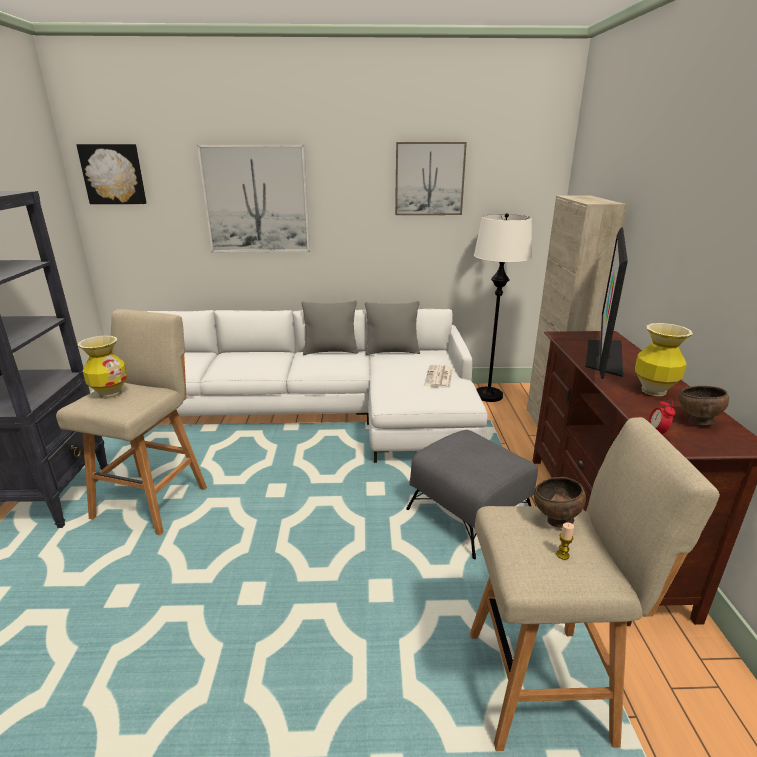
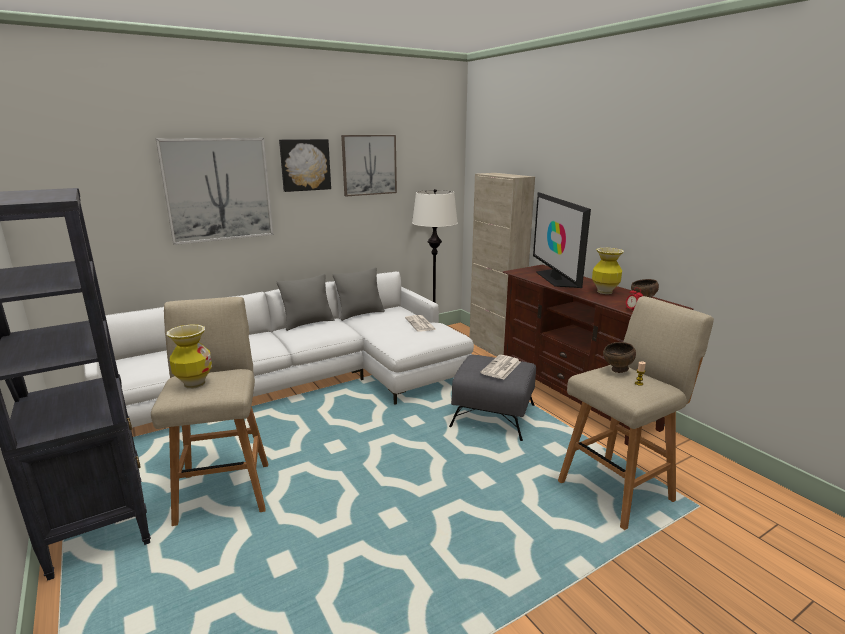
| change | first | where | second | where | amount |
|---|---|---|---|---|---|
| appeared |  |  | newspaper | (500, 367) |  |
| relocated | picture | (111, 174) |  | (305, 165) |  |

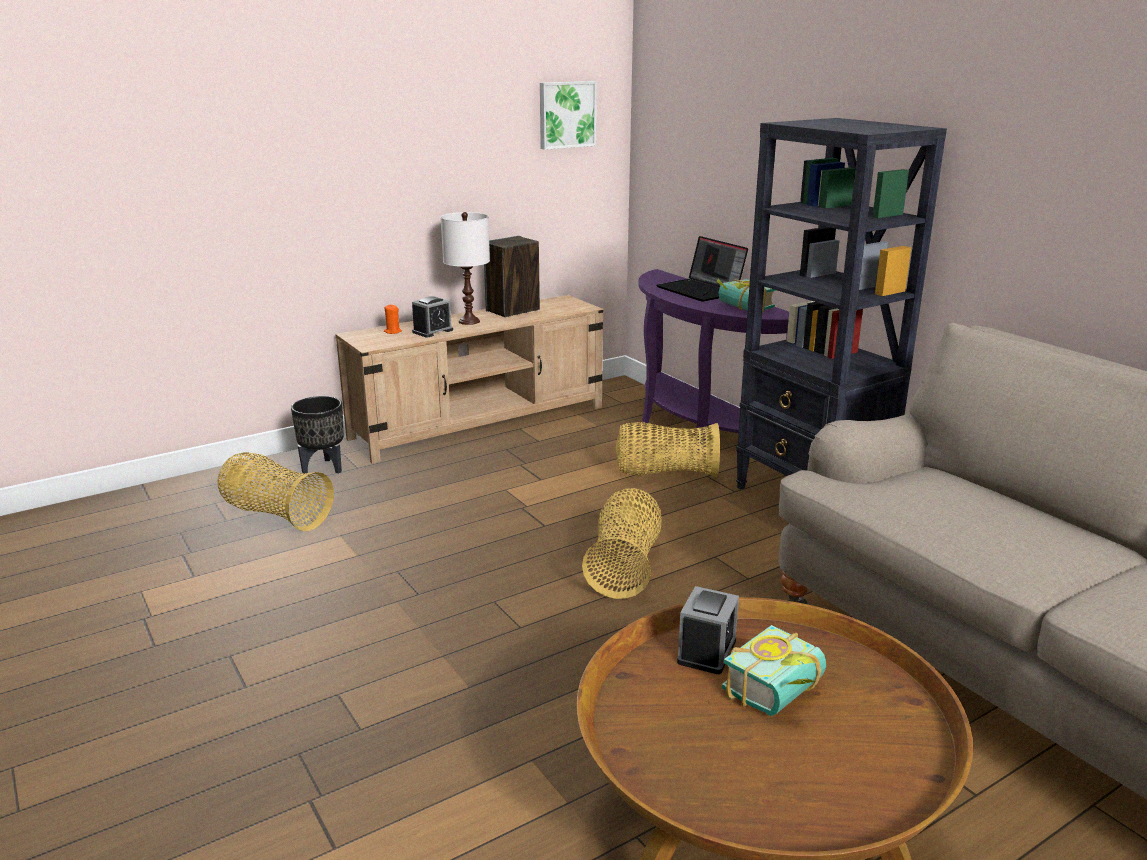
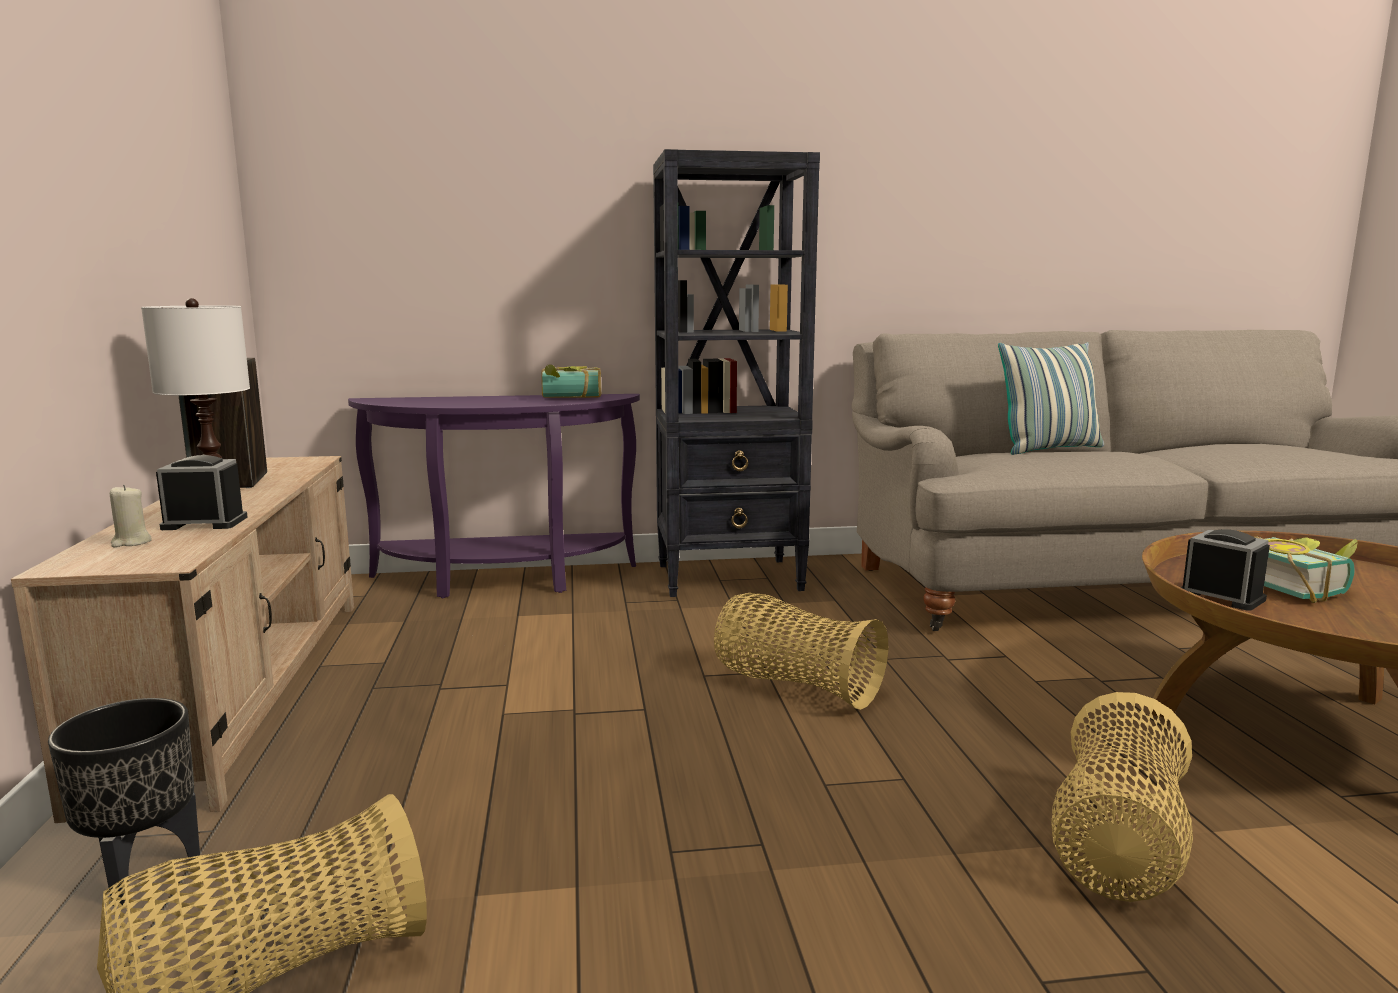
| change | first | where | second | where | amount |
|---|---|---|---|---|---|
| missing | picture | (568, 115) |  |  |  |
| missing | laptop | (702, 269) |  |  |  |
| appeared |  |  | pillow | (1051, 398) |  |
| relocated | basket | (667, 449) |  | (1122, 797) |  |
| colour | orange candle | (393, 319) | beige candle | (131, 516) |  |
| spun | alarm clock | (432, 316) |  | (202, 492) | 75 degrees counterclockwise |

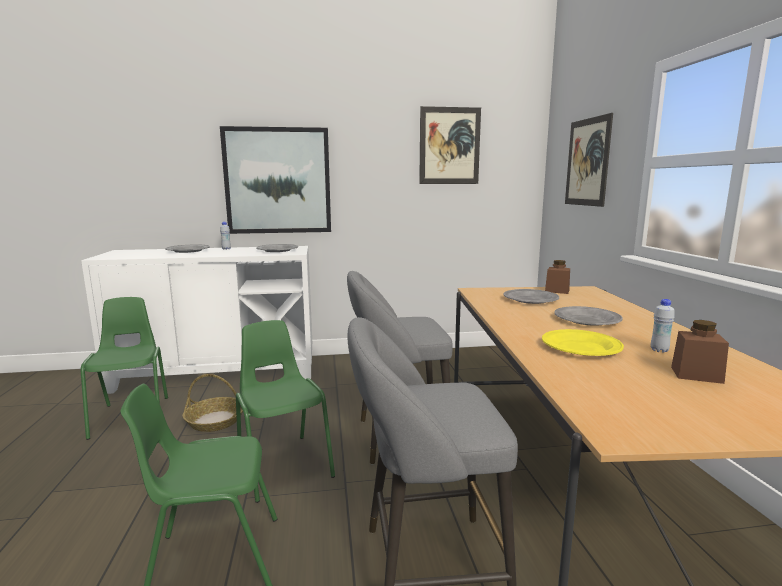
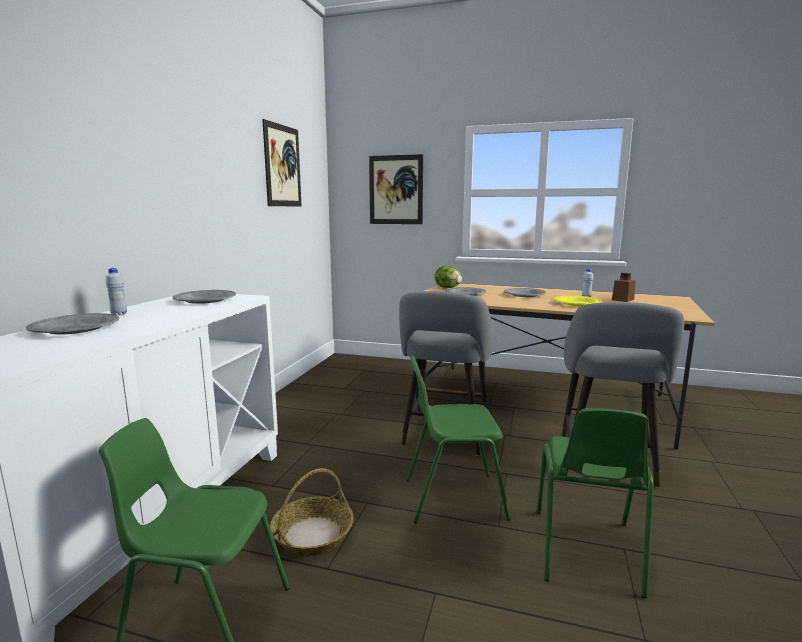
| change | first | where | second | where | amount |
|---|---|---|---|---|---|
| missing | picture | (275, 180) |  |  |  |
| exchanged | brown jar | (557, 277) | lettuce | (448, 277) |  |

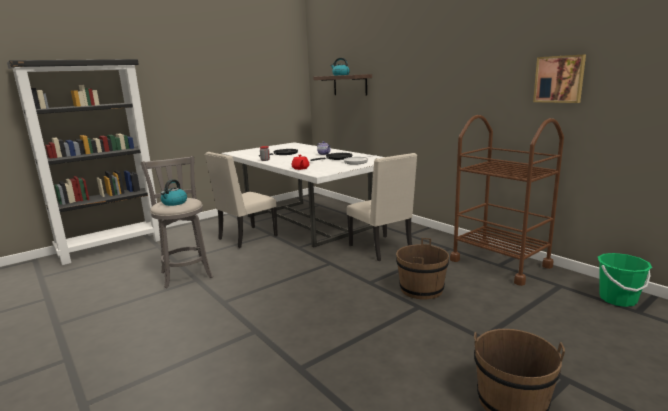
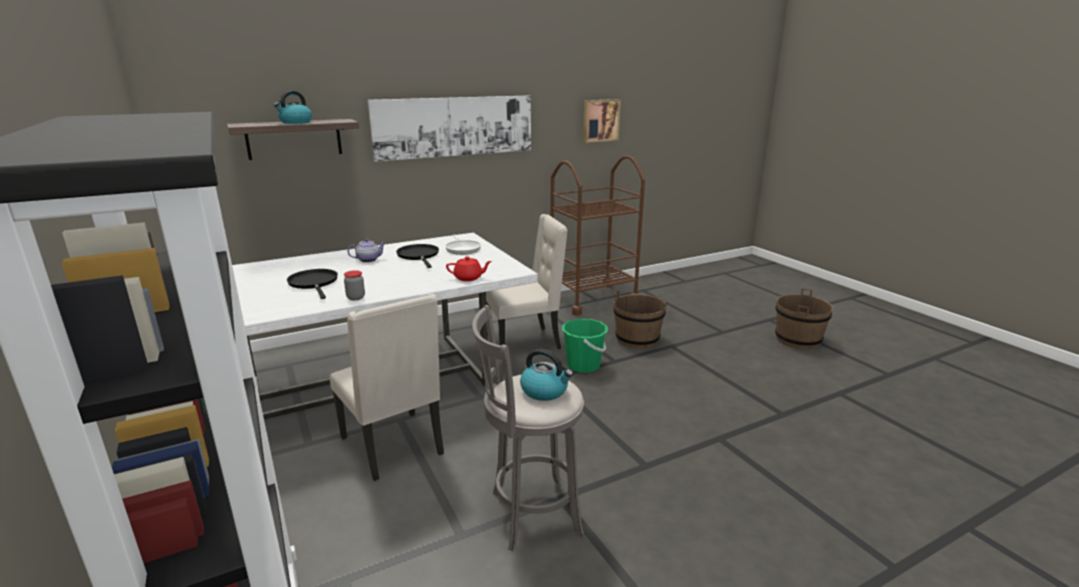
| change | first | where | second | where | amount |
|---|---|---|---|---|---|
| appeared |  |  | picture | (449, 129) |  |
| relocated | green bucket | (625, 280) |  | (585, 346) |  |

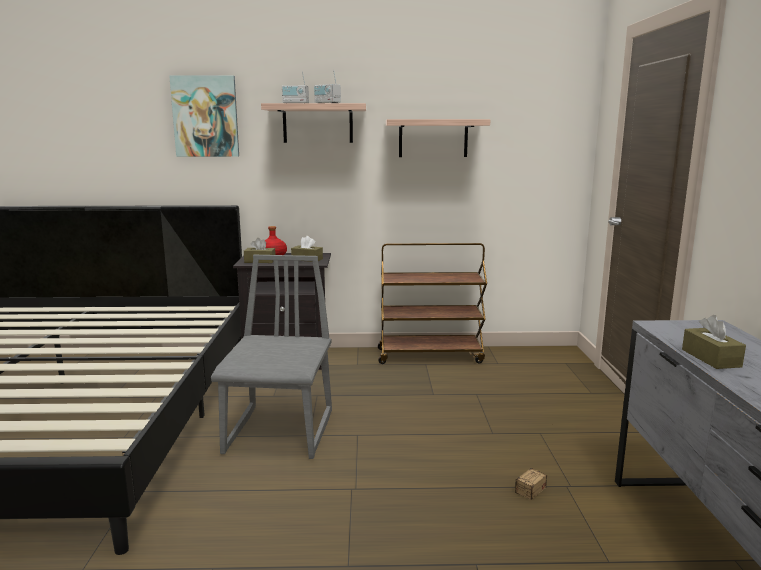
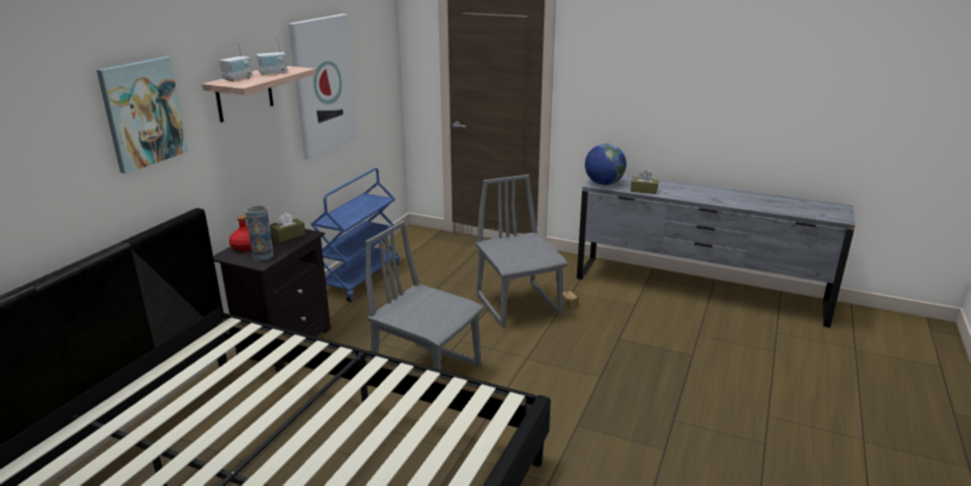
| change | first | where | second | where | amount |
|---|---|---|---|---|---|
| appeared |  |  | grey chair | (522, 251) |  |
| appeared |  |  | globe | (605, 164) |  |
| exchanged | brown tissue box | (259, 250) | vase | (259, 233) |  |
| exchanged | shelf | (438, 138) | picture | (323, 87) |  |
| colour | brown cart | (432, 303) | blue cart | (355, 235) |  |

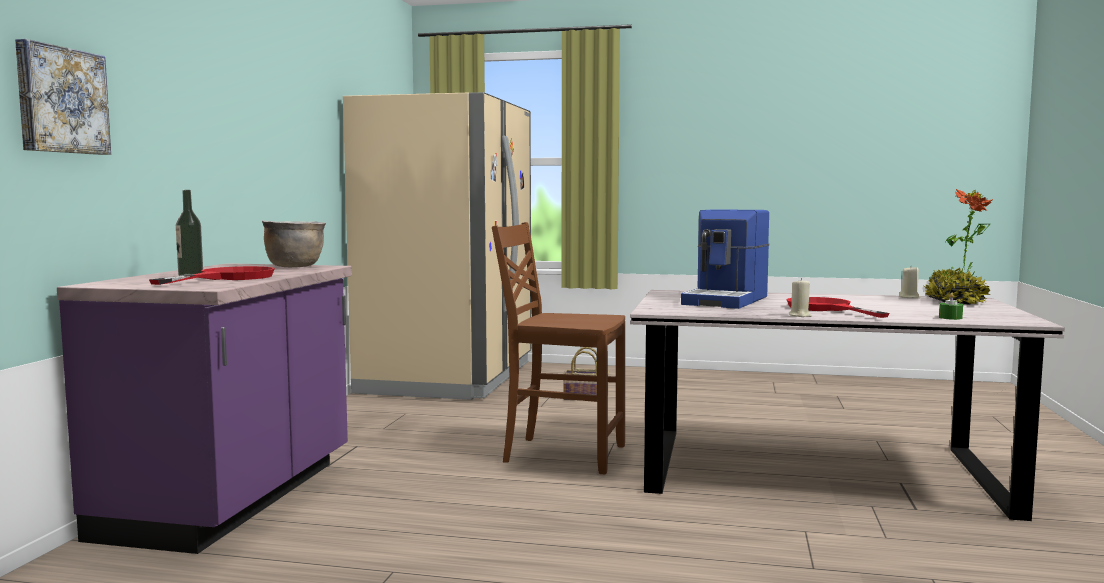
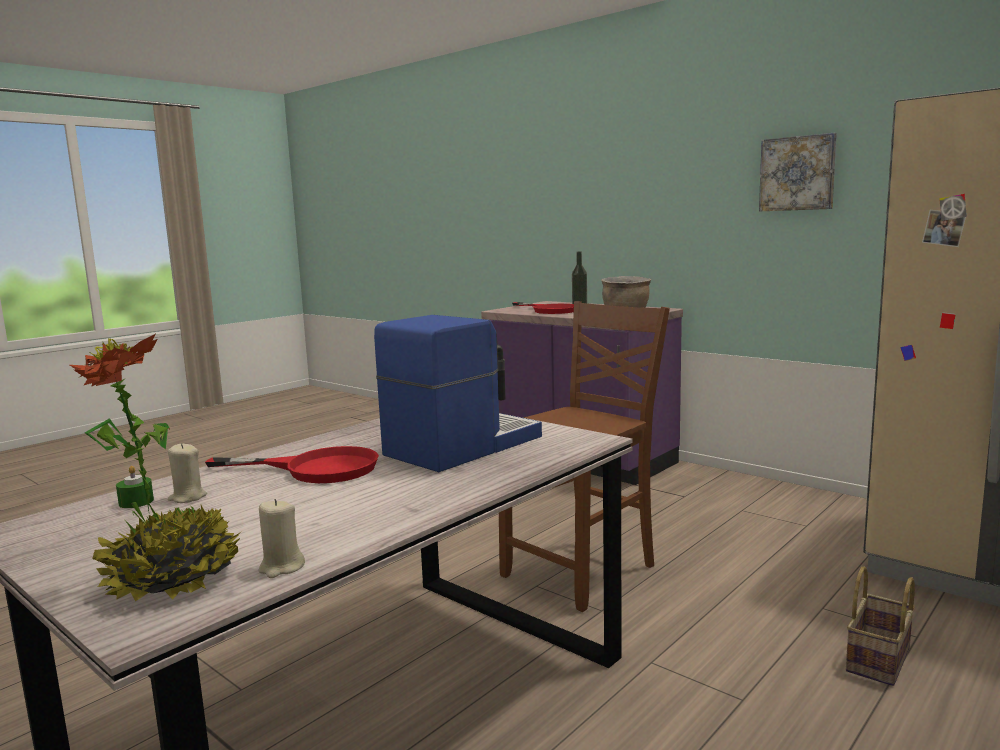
| change | first | where | second | where | amount |
|---|---|---|---|---|---|
| relocated | picture | (63, 97) |  | (798, 172) |  |
| relocated | beige candle | (800, 297) |  | (187, 473) |  |
| spun | coffee machine | (725, 259) |  | (458, 393) | 75 degrees clockwise |

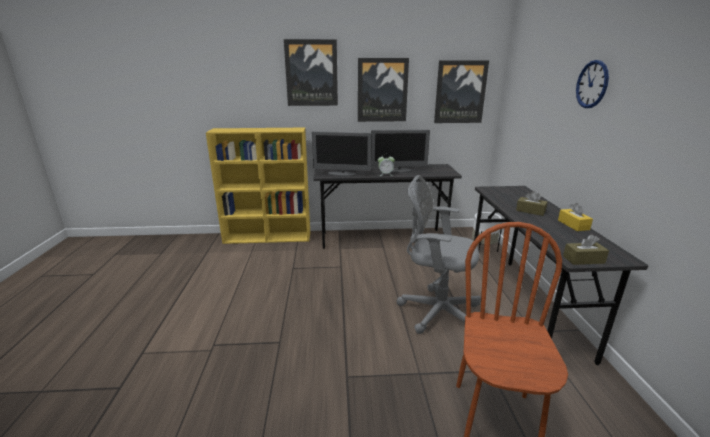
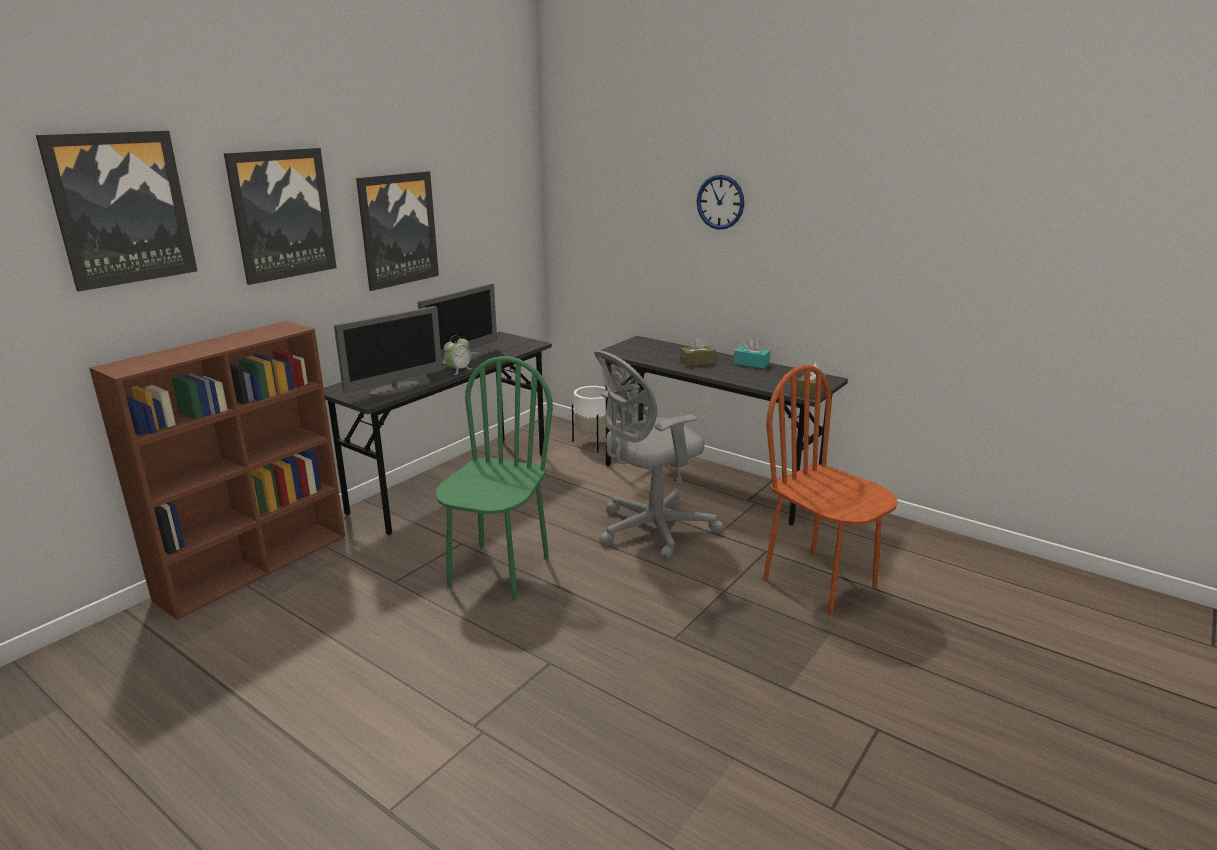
| change | first | where | second | where | amount |
|---|---|---|---|---|---|
| appeared |  |  | green chair | (494, 478) |  |
| relocated | picture | (461, 91) |  | (116, 211) |  |
| colour | yellow bookcase | (258, 186) | brown bookcase | (217, 470) |  |
| colour | yellow tissue box | (575, 217) | turquoise tissue box | (752, 353) |  |

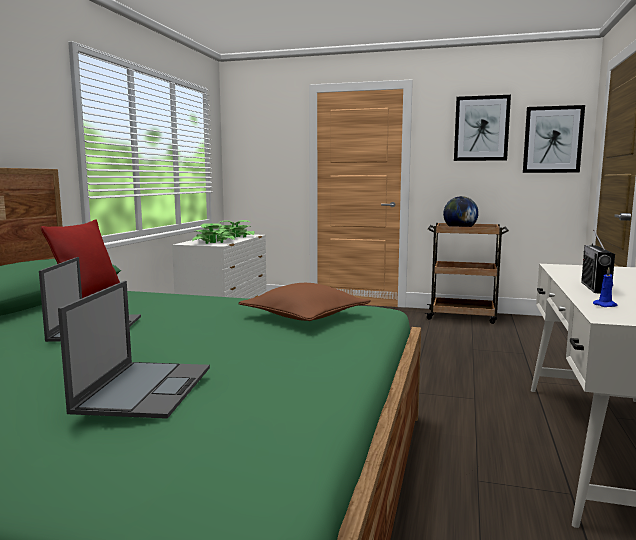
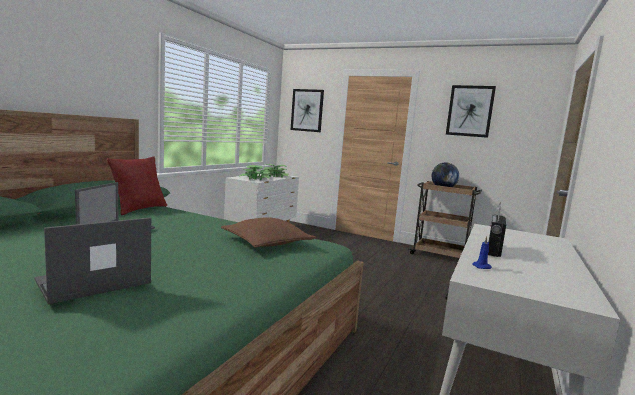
| change | first | where | second | where | amount |
|---|---|---|---|---|---|
| relocated | picture | (554, 139) |  | (307, 110) |  |
| spun | laptop | (134, 350) |  | (92, 261) | 150 degrees counterclockwise |

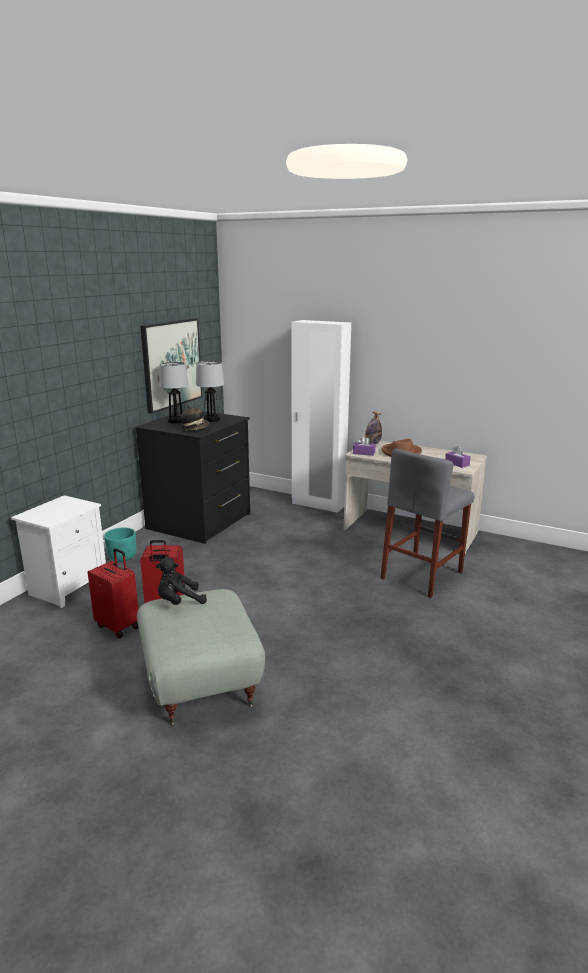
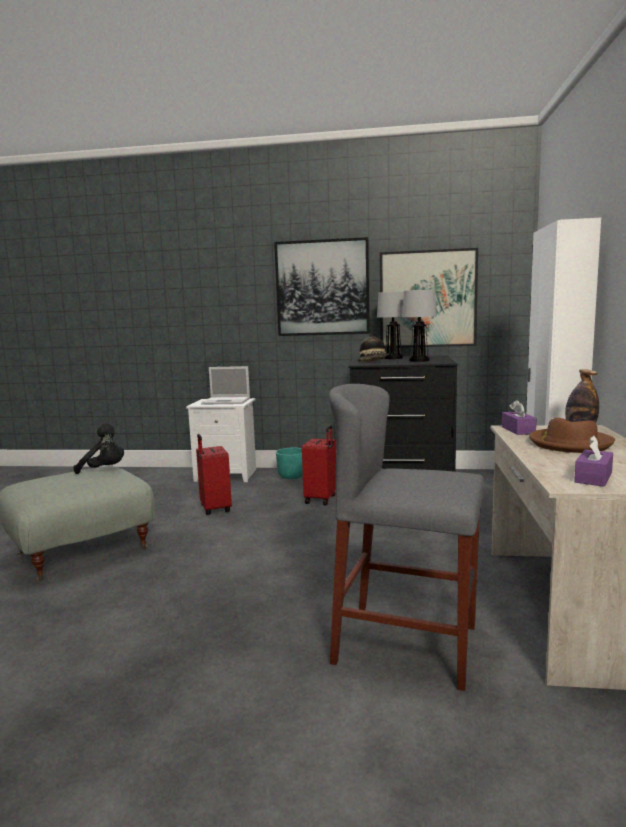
| change | first | where | second | where | amount |
|---|---|---|---|---|---|
| appeared |  |  | laptop | (225, 385) |  |
| appeared |  |  | picture | (322, 286) |  |
| relocated | red suitcase | (113, 593) |  | (319, 465) |  |
| spun | black plush toy | (181, 581) |  | (98, 448) | 150 degrees clockwise |

